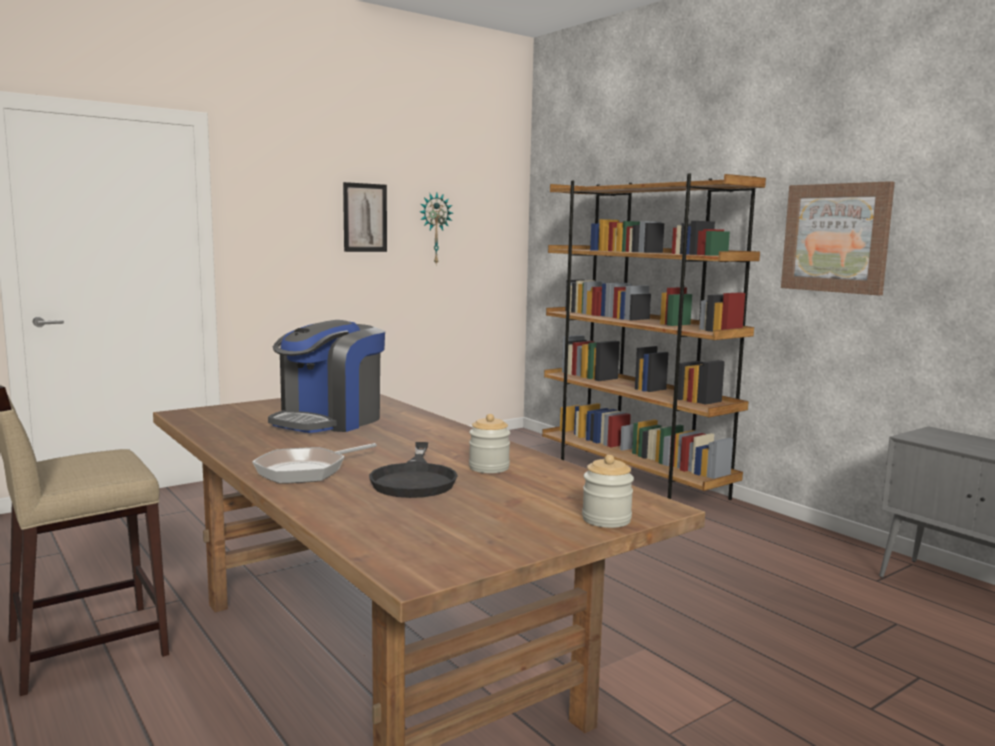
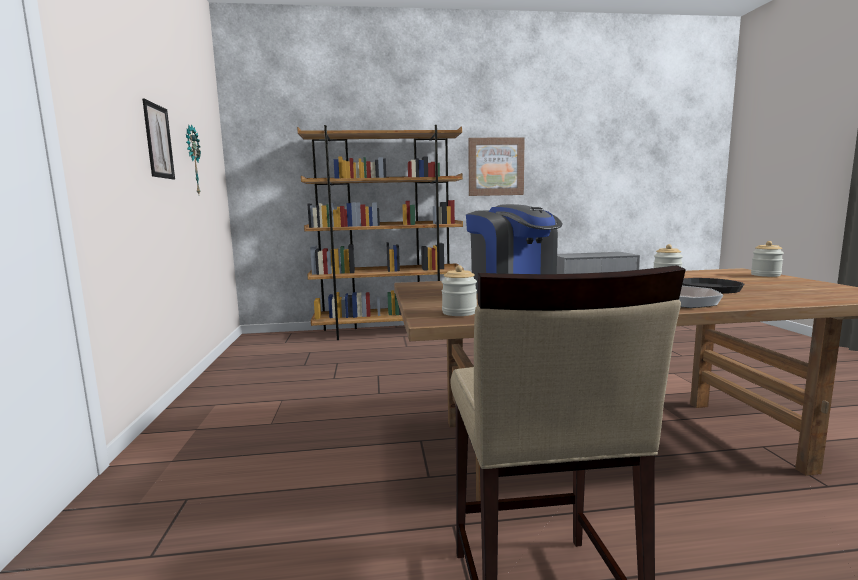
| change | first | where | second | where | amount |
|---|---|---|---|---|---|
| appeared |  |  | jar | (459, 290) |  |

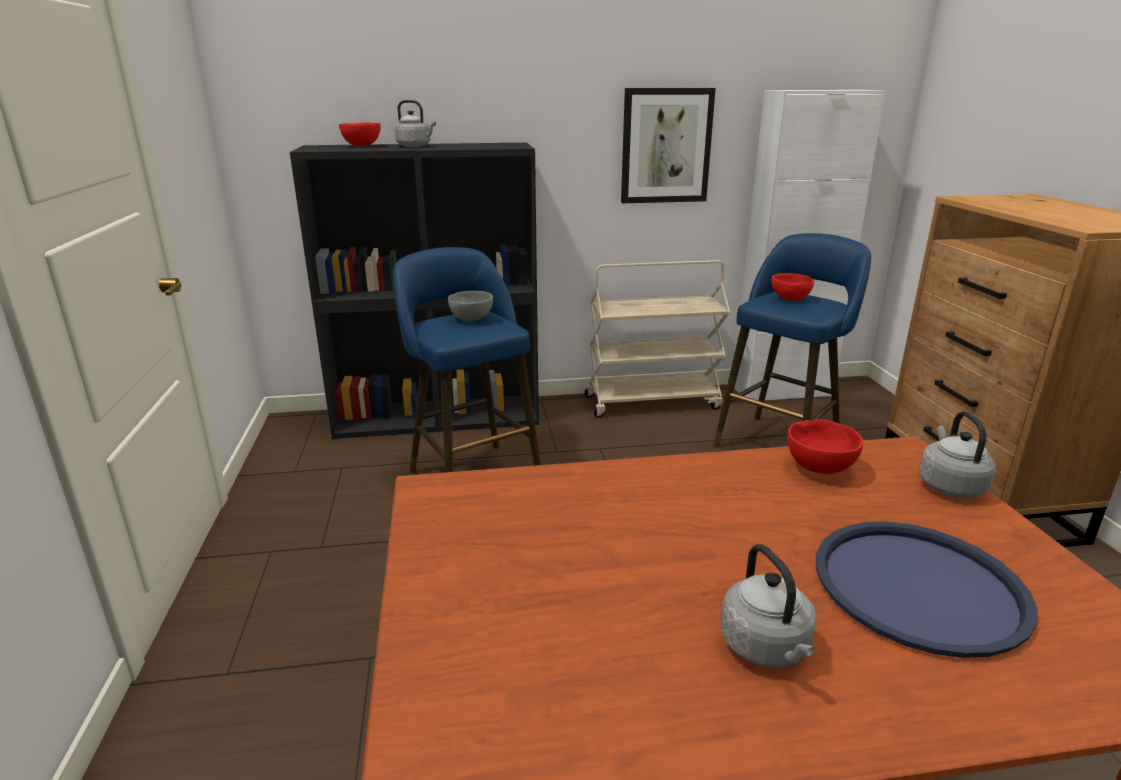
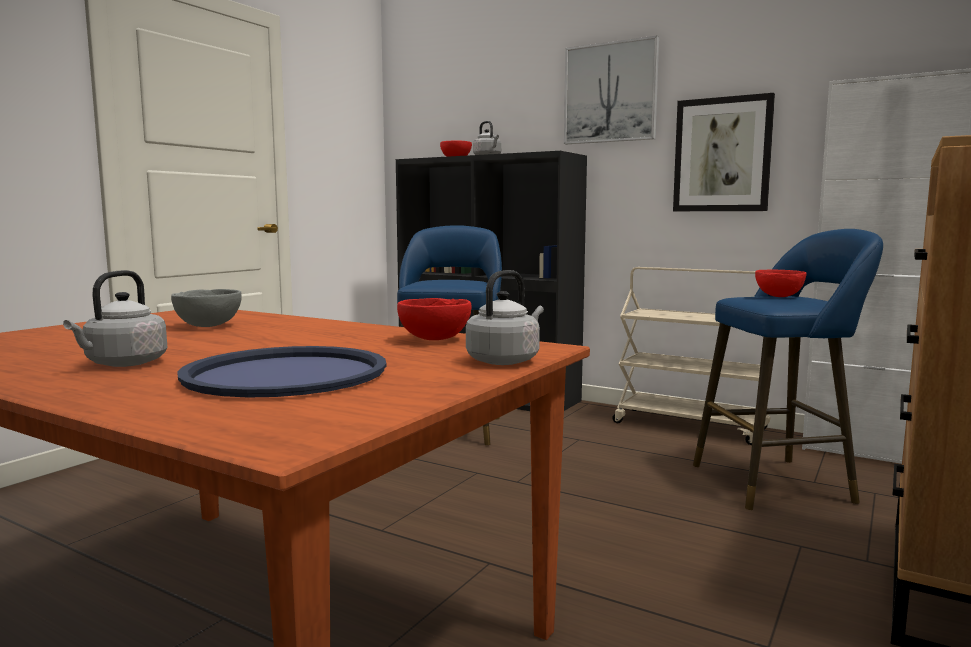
| change | first | where | second | where | amount |
|---|---|---|---|---|---|
| appeared |  |  | picture | (611, 90) |  |
| relocated | grey bowl | (470, 306) |  | (206, 308) |  |

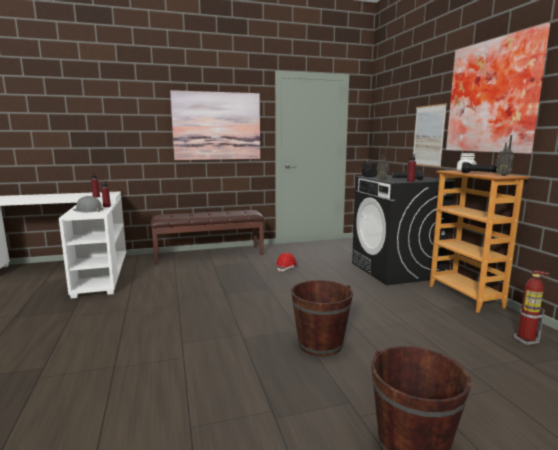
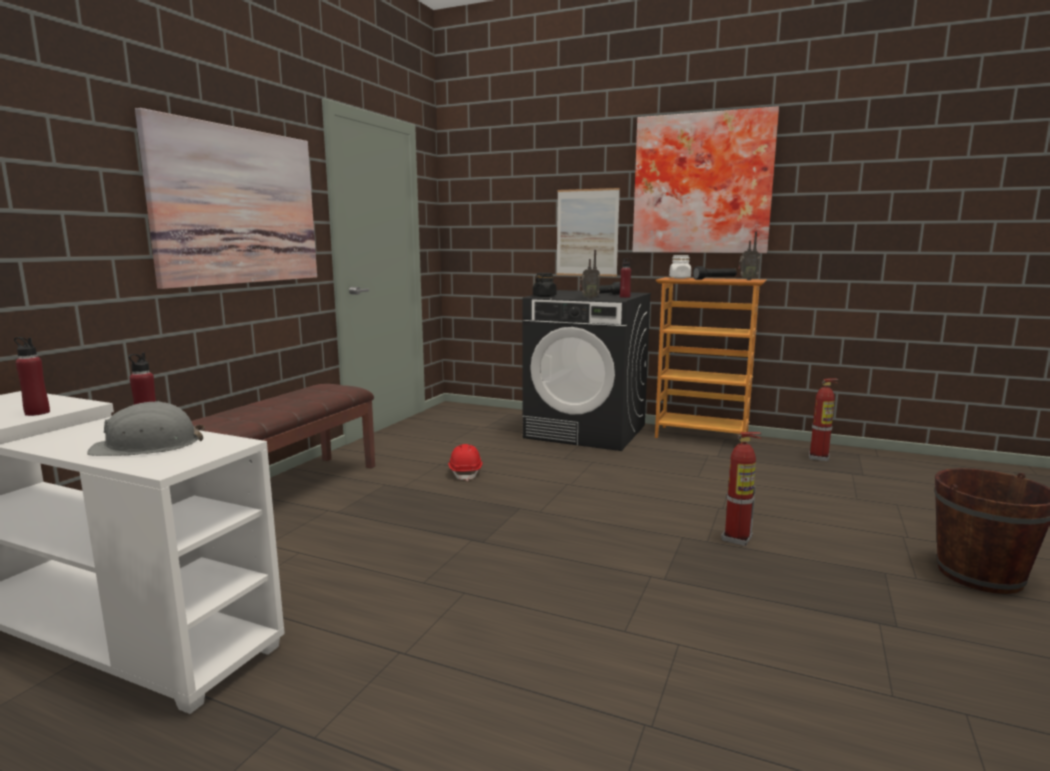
| change | first | where | second | where | amount |
|---|---|---|---|---|---|
| exchanged | brown bucket | (322, 318) | fire extinguisher | (741, 489) |  |

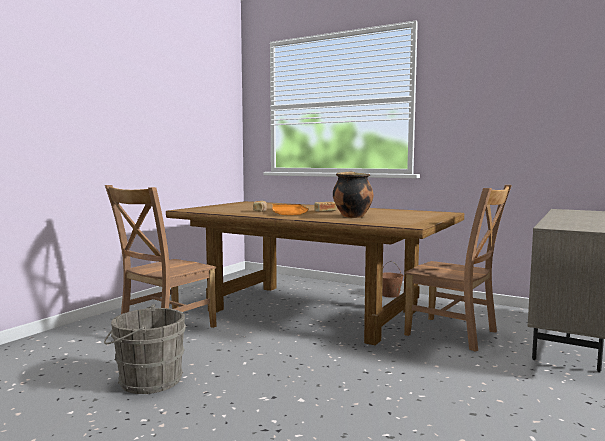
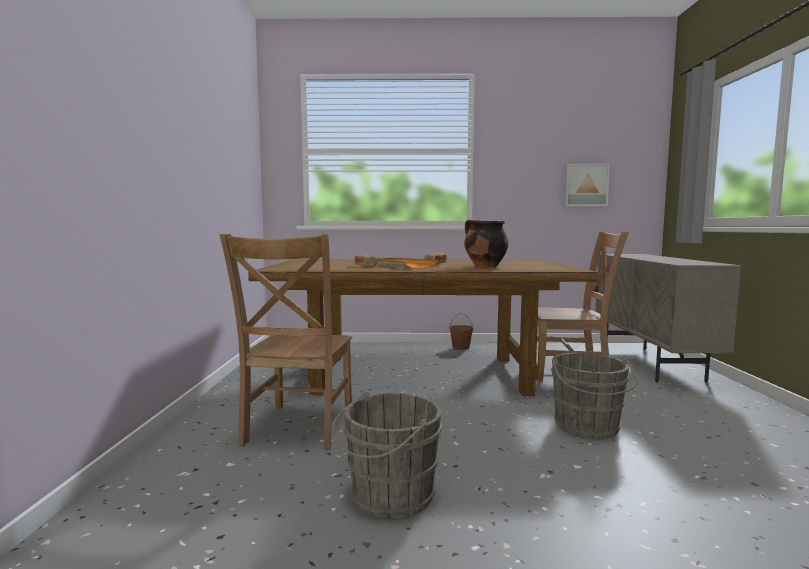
| change | first | where | second | where | amount |
|---|---|---|---|---|---|
| appeared |  |  | grey bucket | (594, 396) |  |
| appeared |  |  | picture | (587, 185) |  |

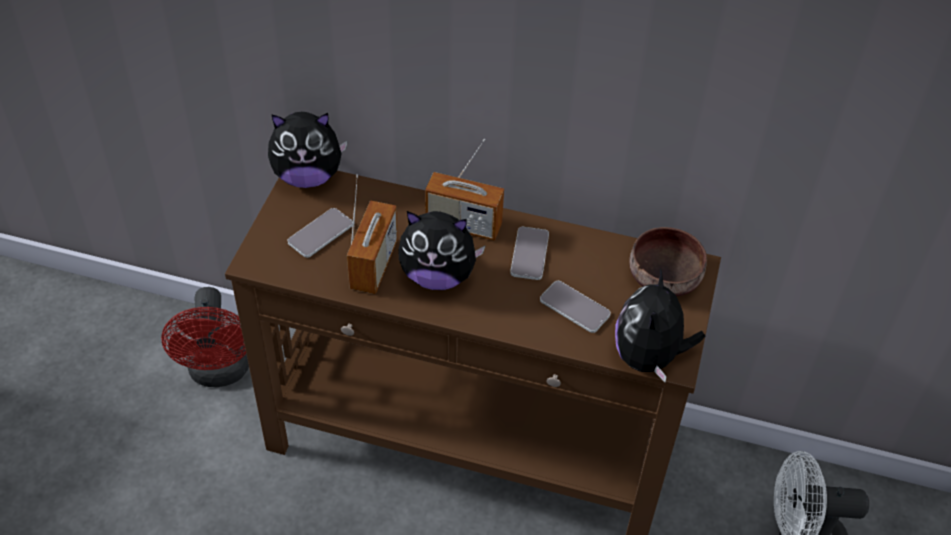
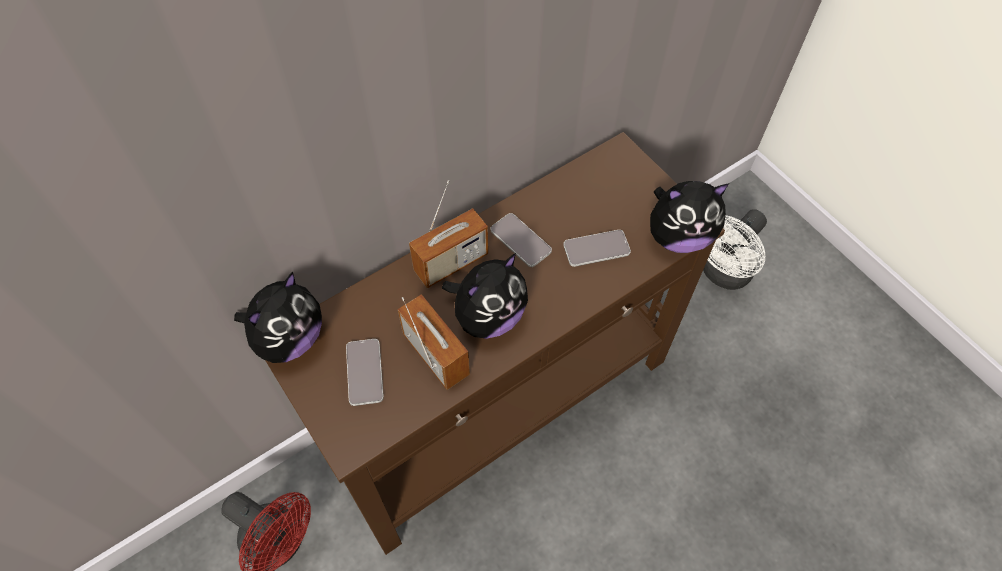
| change | first | where | second | where | amount |
|---|---|---|---|---|---|
| missing | brown bowl | (668, 261) |  |  |  |
| spun | plush toy | (660, 325) |  | (689, 217) | 60 degrees counterclockwise |

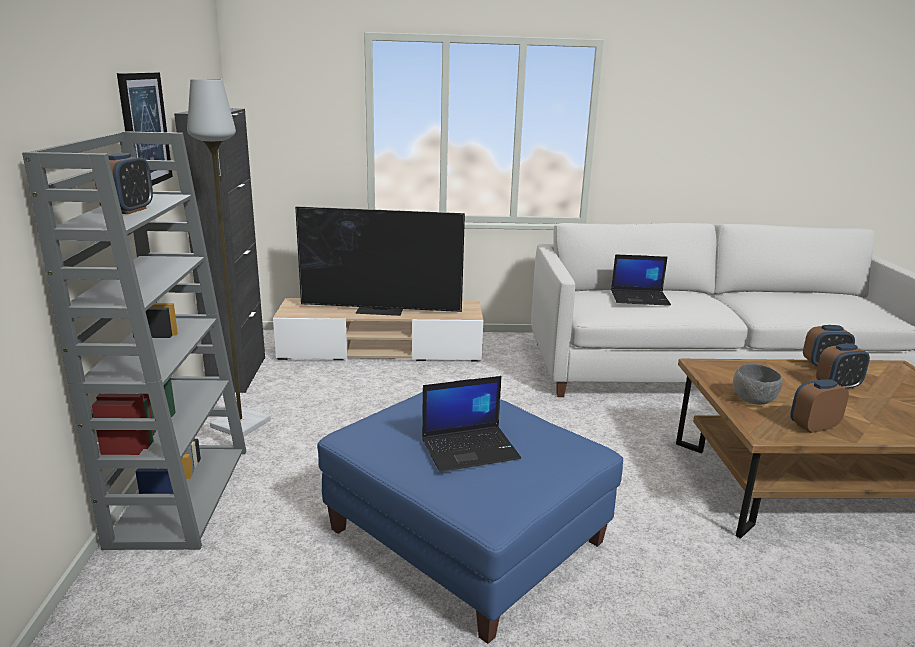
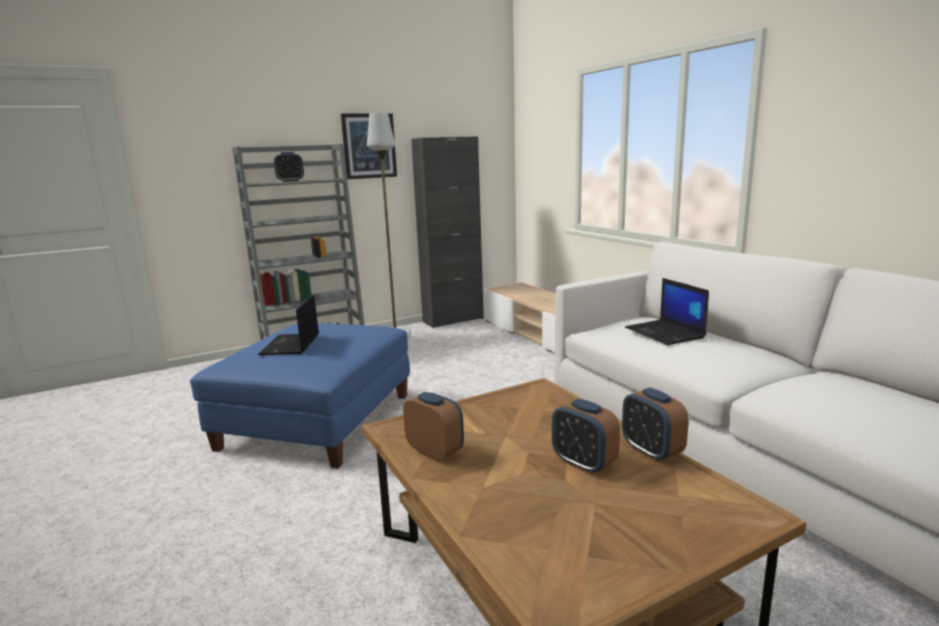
| change | first | where | second | where | amount |
|---|---|---|---|---|---|
| missing | television | (380, 261) |  |  |  |
| missing | grey bowl | (757, 384) |  |  |  |
| spun | laptop | (471, 424) |  | (288, 325) | 45 degrees clockwise |

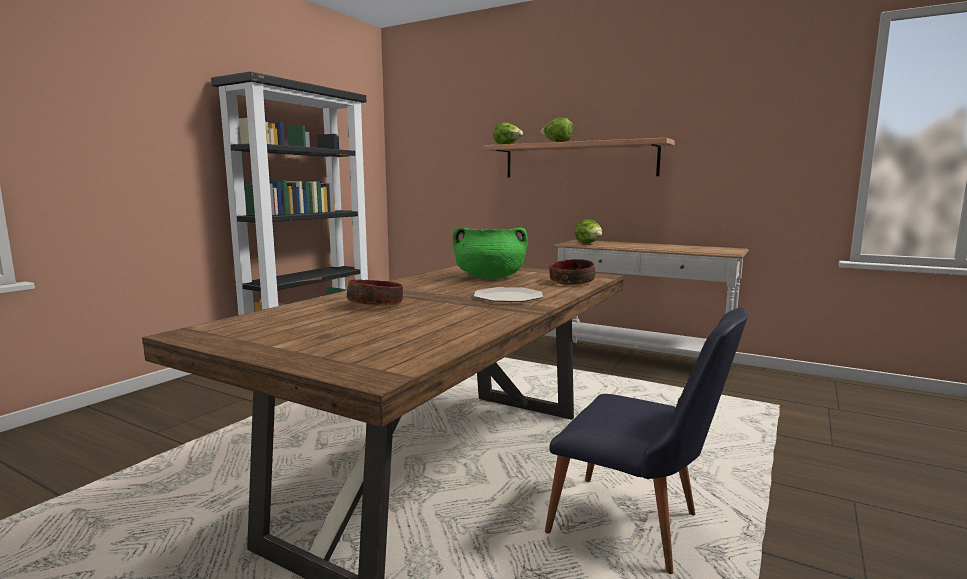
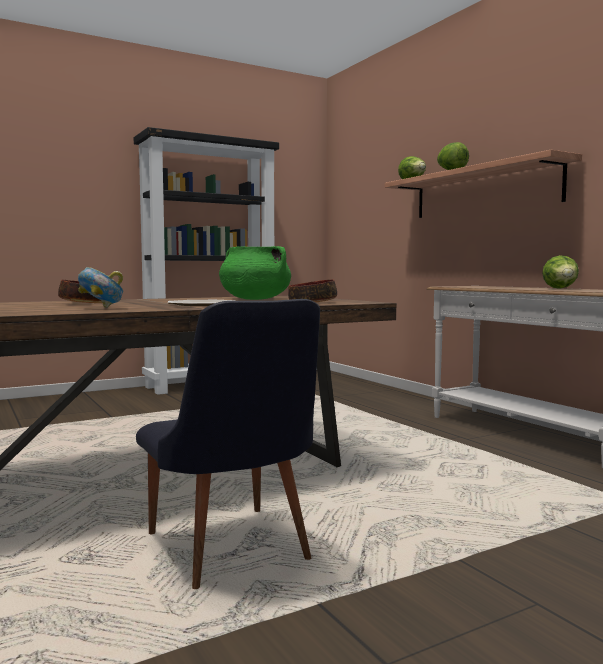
| change | first | where | second | where | amount |
|---|---|---|---|---|---|
| appeared |  |  | bowl | (100, 287) |  |
| relocated | lettuce | (588, 231) |  | (560, 272) |  |

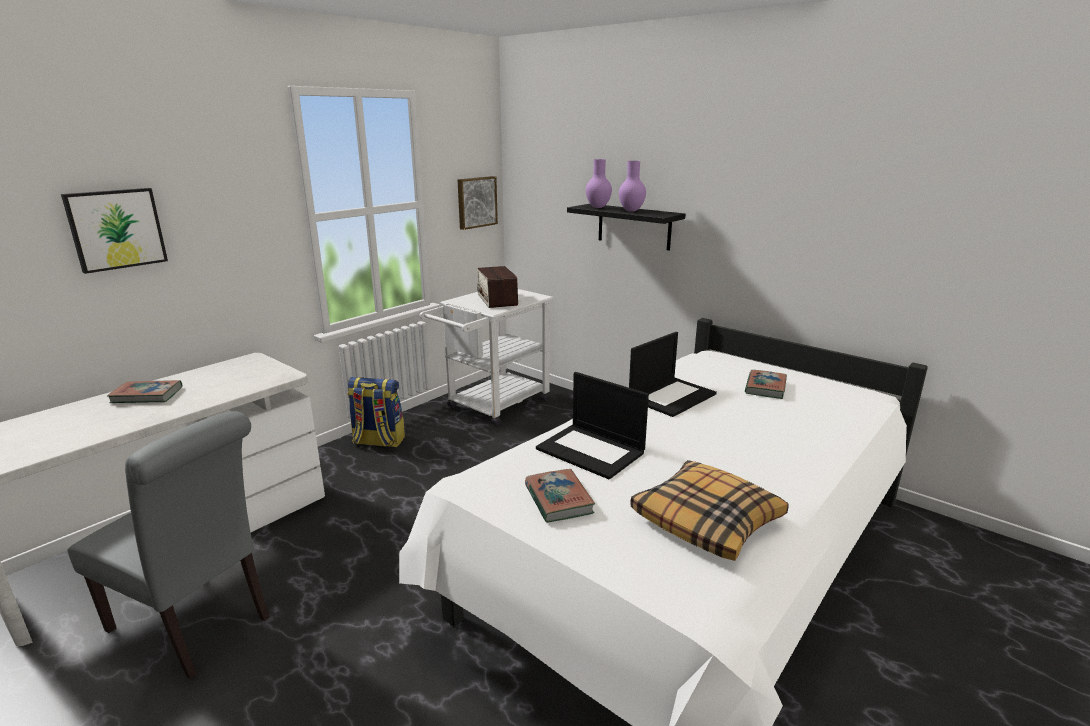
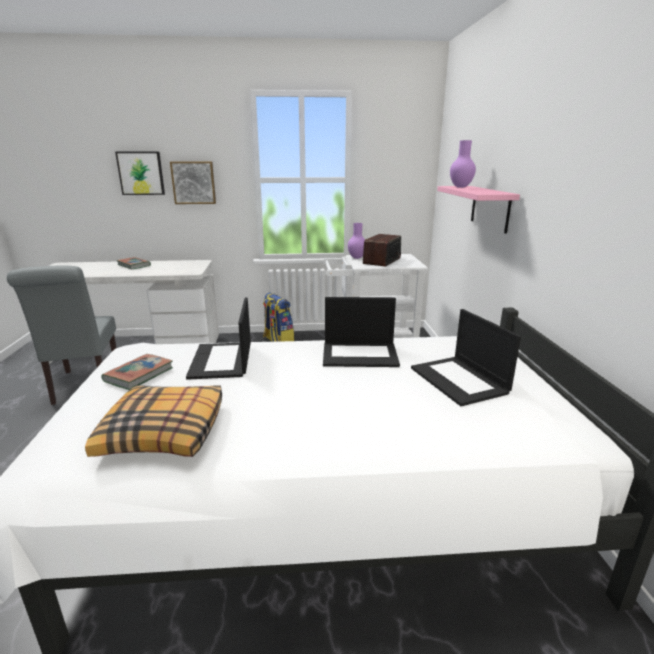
| change | first | where | second | where | amount |
|---|---|---|---|---|---|
| relocated | picture | (478, 203) |  | (193, 183) |  |
| relocated | purple vase | (632, 186) |  | (356, 241) |  |
| exchanged | book | (766, 384) | laptop | (466, 357) |  |
| colour | black shelf | (626, 227) | pink shelf | (478, 210) |  |

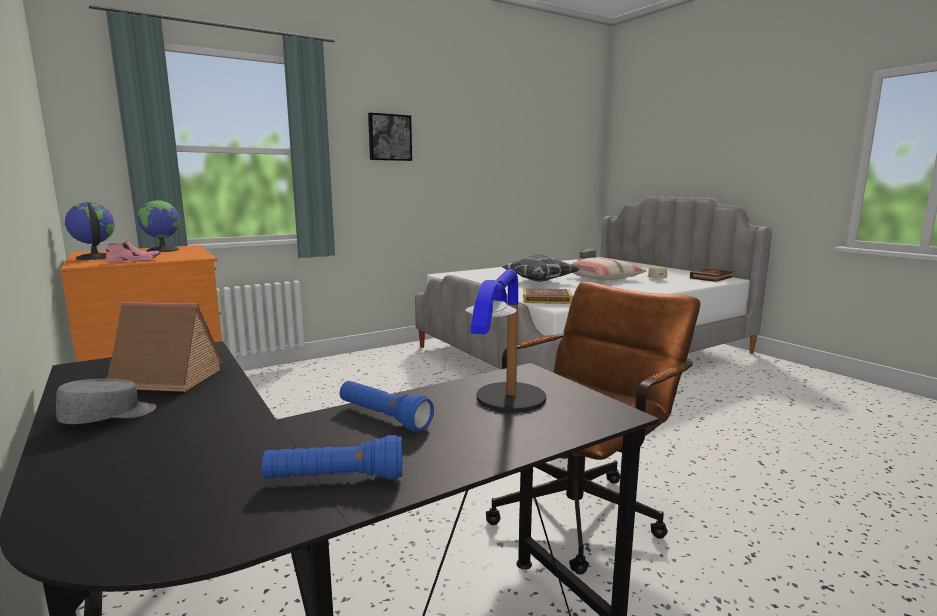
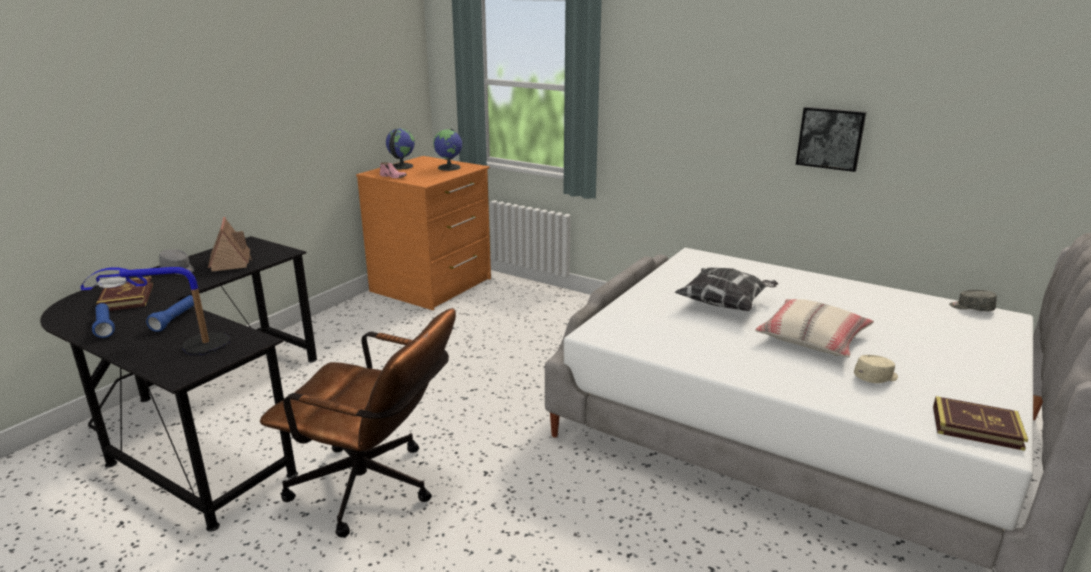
| change | first | where | second | where | amount |
|---|---|---|---|---|---|
| relocated | picture | (390, 137) |  | (831, 139) |  |
| relocated | book | (548, 296) |  | (124, 293) |  |

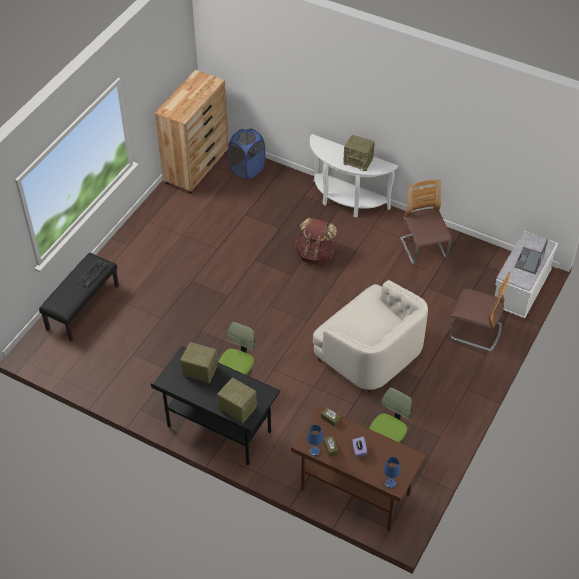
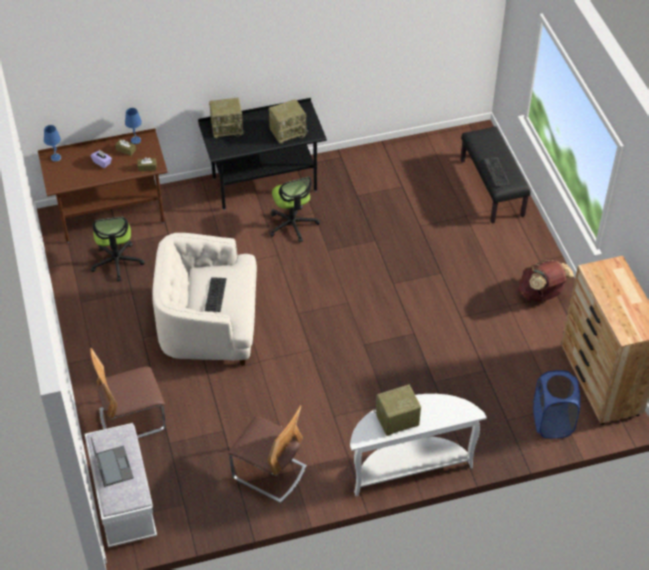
| change | first | where | second | where | amount |
|---|---|---|---|---|---|
| appeared |  |  | keyboard | (216, 294) |  |
| relocated | brown backpack | (316, 241) |  | (546, 281) |  |

